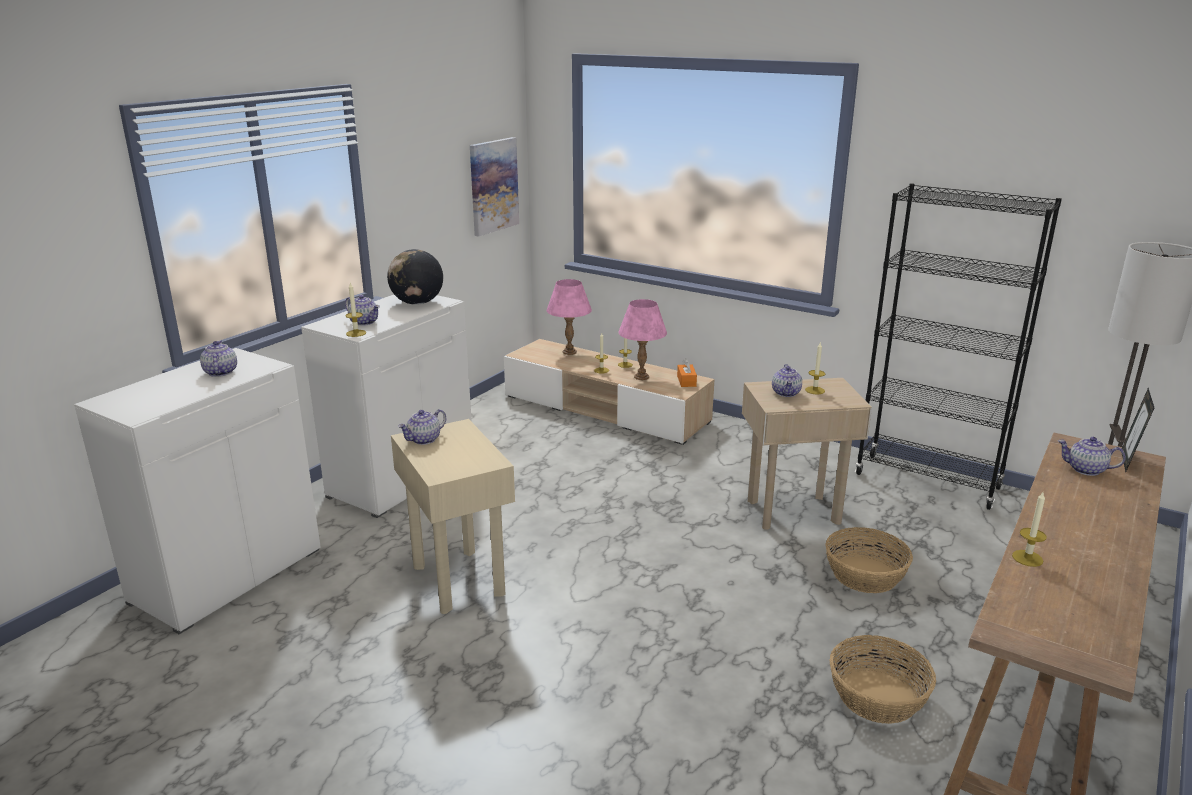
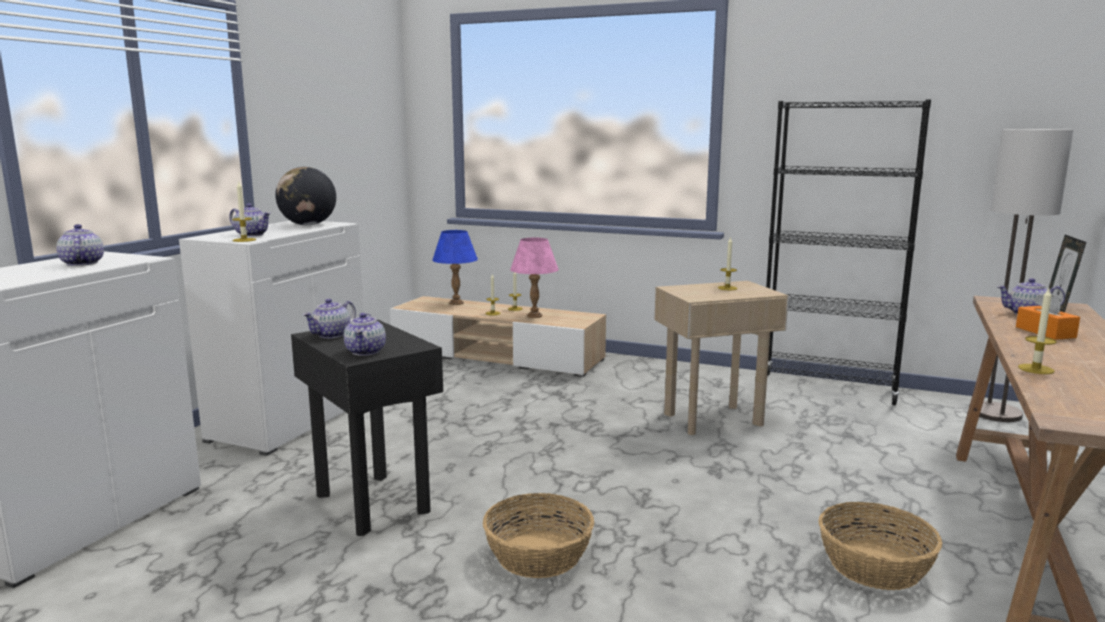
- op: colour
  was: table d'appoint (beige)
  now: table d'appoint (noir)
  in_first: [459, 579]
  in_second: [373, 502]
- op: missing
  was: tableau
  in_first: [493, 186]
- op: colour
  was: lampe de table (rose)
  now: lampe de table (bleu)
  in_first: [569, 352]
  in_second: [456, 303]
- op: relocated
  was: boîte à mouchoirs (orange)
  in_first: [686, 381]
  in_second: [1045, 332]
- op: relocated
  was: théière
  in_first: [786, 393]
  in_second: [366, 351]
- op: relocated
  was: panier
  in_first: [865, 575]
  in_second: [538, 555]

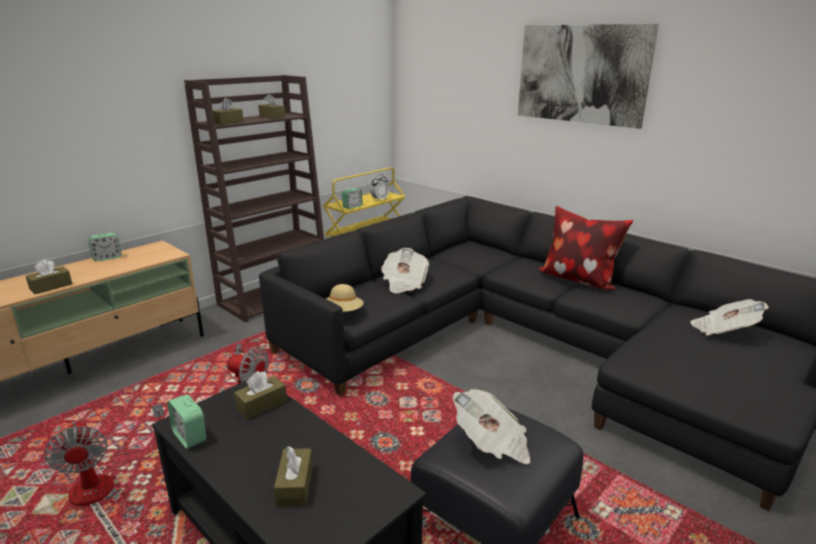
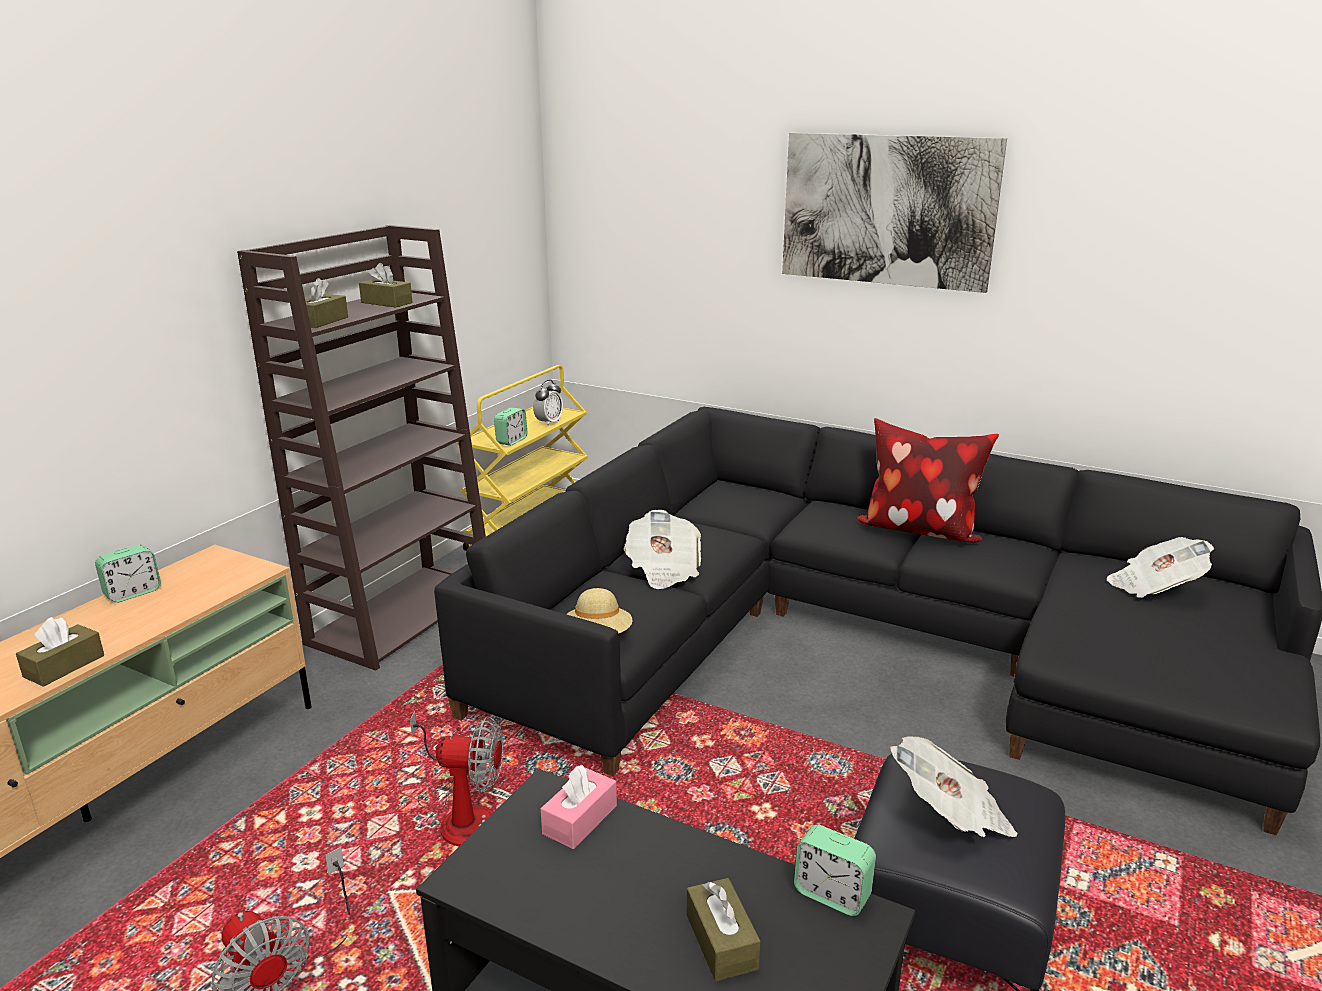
- op: relocated
  was: réveil
  in_first: [189, 436]
  in_second: [832, 894]
- op: colour
  was: boîte à mouchoirs (marron)
  now: boîte à mouchoirs (rose)
  in_first: [261, 404]
  in_second: [580, 819]

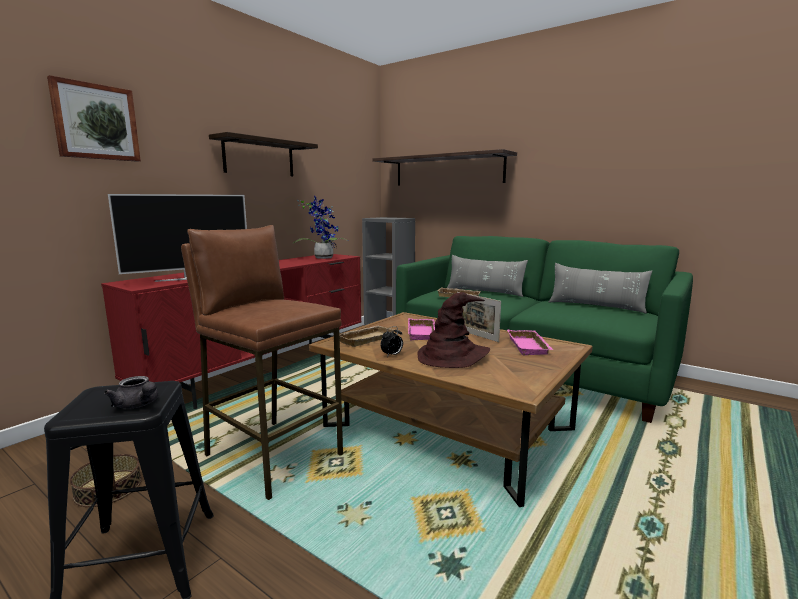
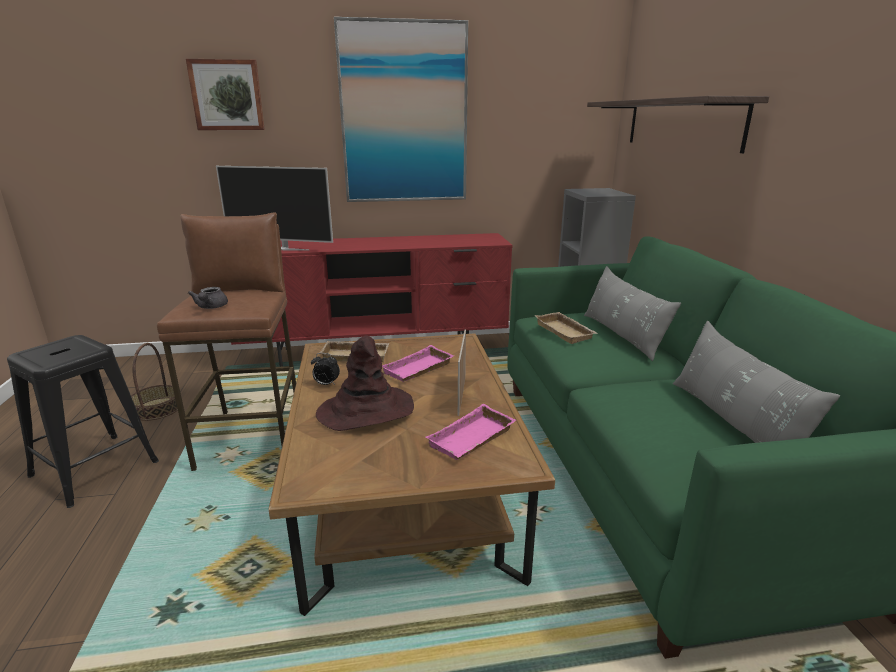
- op: relocated
  was: théière (gris)
  in_first: [138, 405]
  in_second: [211, 307]
- op: exchanged
  was: étagère
  now: tableau
  in_first: [259, 157]
  in_second: [404, 115]
- op: missing
  was: plante en pot
  in_first: [323, 257]

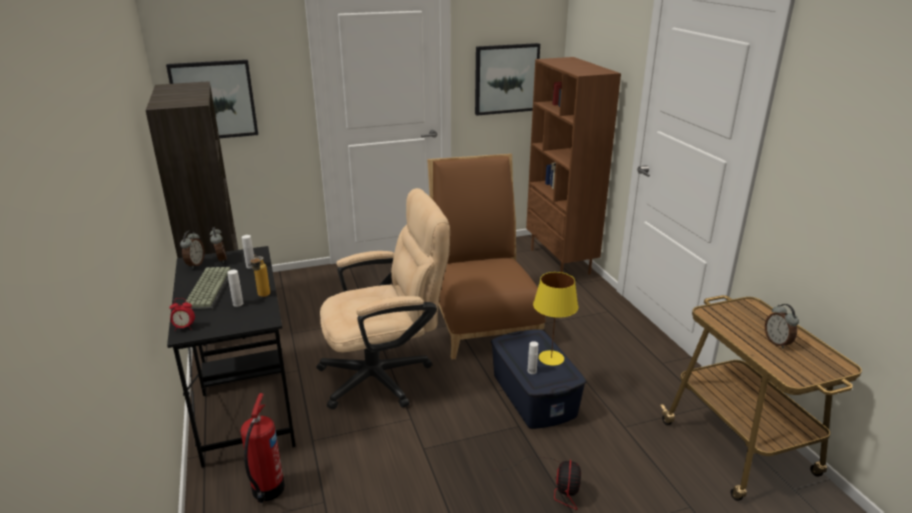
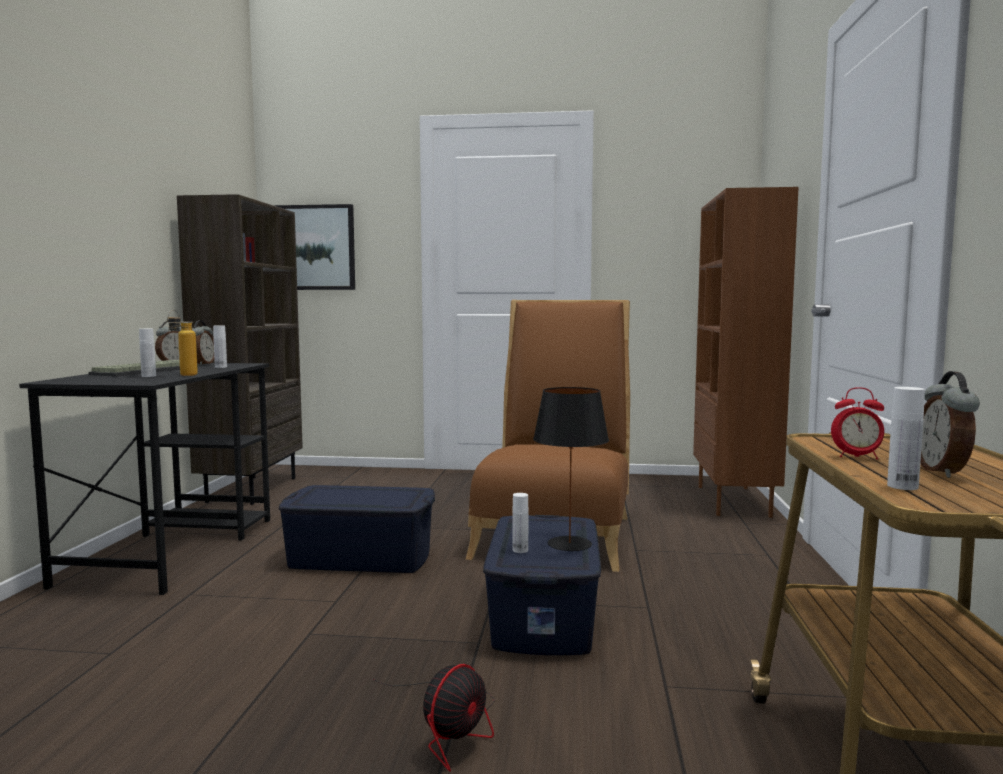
- op: relocated
  was: réveil
  in_first: [184, 327]
  in_second: [856, 457]
- op: missing
  was: extincteur
  in_first: [266, 490]
- op: exchanged
  was: chaise de bureau (beige)
  now: boîte de rangement (bleu)
  in_first: [386, 375]
  in_second: [361, 558]
- op: missing
  was: tableau
  in_first: [506, 79]
- op: colour
  was: lampe de table (jaune)
  now: lampe de table (noir)
  in_first: [551, 357]
  in_second: [569, 543]
- op: appeared
  now: bouteille (blanc)
  in_second: [902, 486]

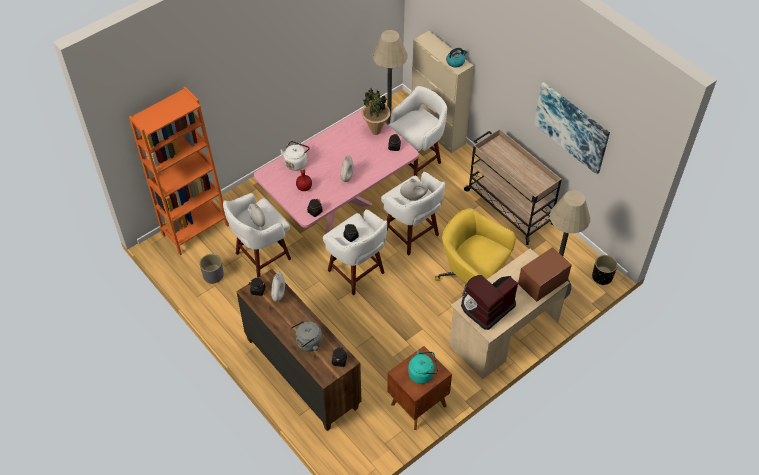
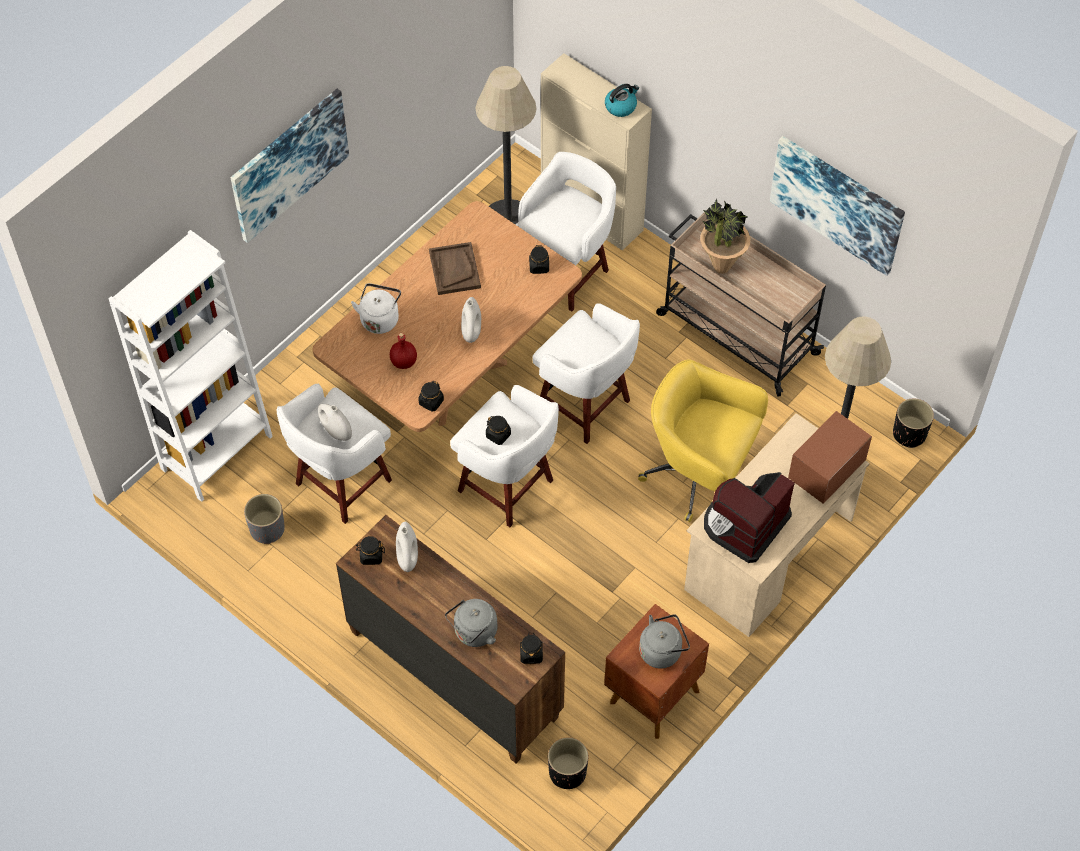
- op: colour
  was: bibliothèque (orange)
  now: bibliothèque (blanc)
  in_first: [195, 230]
  in_second: [216, 452]
- op: colour
  was: table à manger (rose)
  now: table à manger (marron)
  in_first: [338, 208]
  in_second: [452, 377]
- op: relocated
  was: plante en pot
  in_first: [375, 131]
  in_second: [721, 267]
- op: missing
  was: vase (blanc)
  in_first: [413, 197]
- op: colour
  was: bouilloire (turquoise)
  now: bouilloire (gris)
  in_first: [422, 373]
  in_second: [662, 650]
- op: appeared
  now: tableau
  in_second: [289, 164]
- op: appeared
  now: plateau (marron)
  in_second: [454, 269]
- op: appeared
  now: cache-pot (noir)
  in_second: [567, 772]

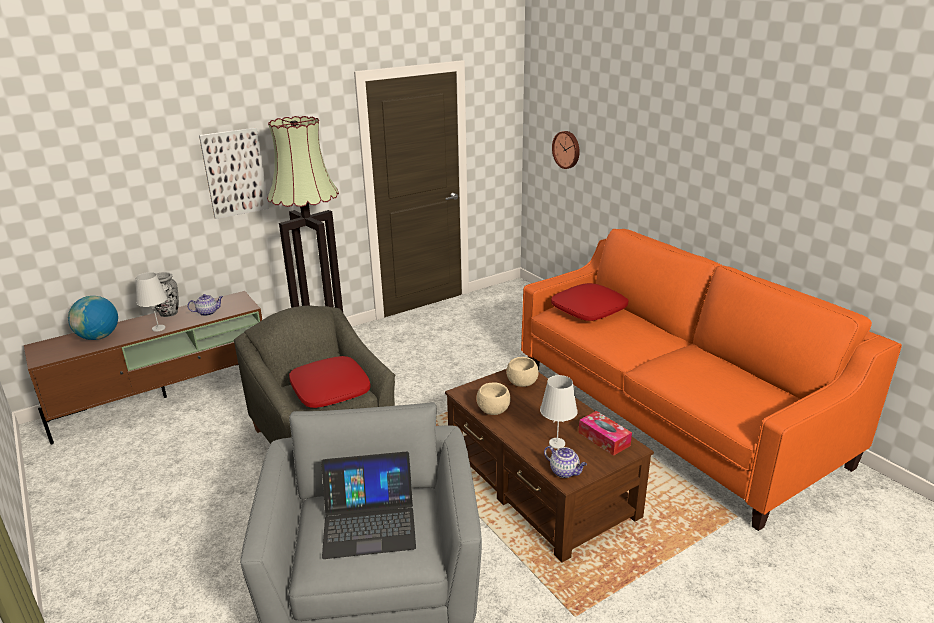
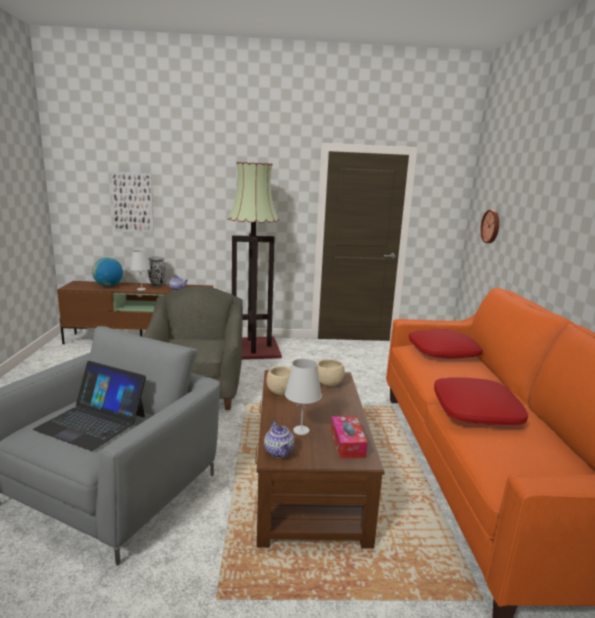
- op: relocated
  was: tableau
  in_first: [235, 173]
  in_second: [133, 202]
- op: relocated
  was: coussin (rouge)
  in_first: [331, 390]
  in_second: [476, 411]

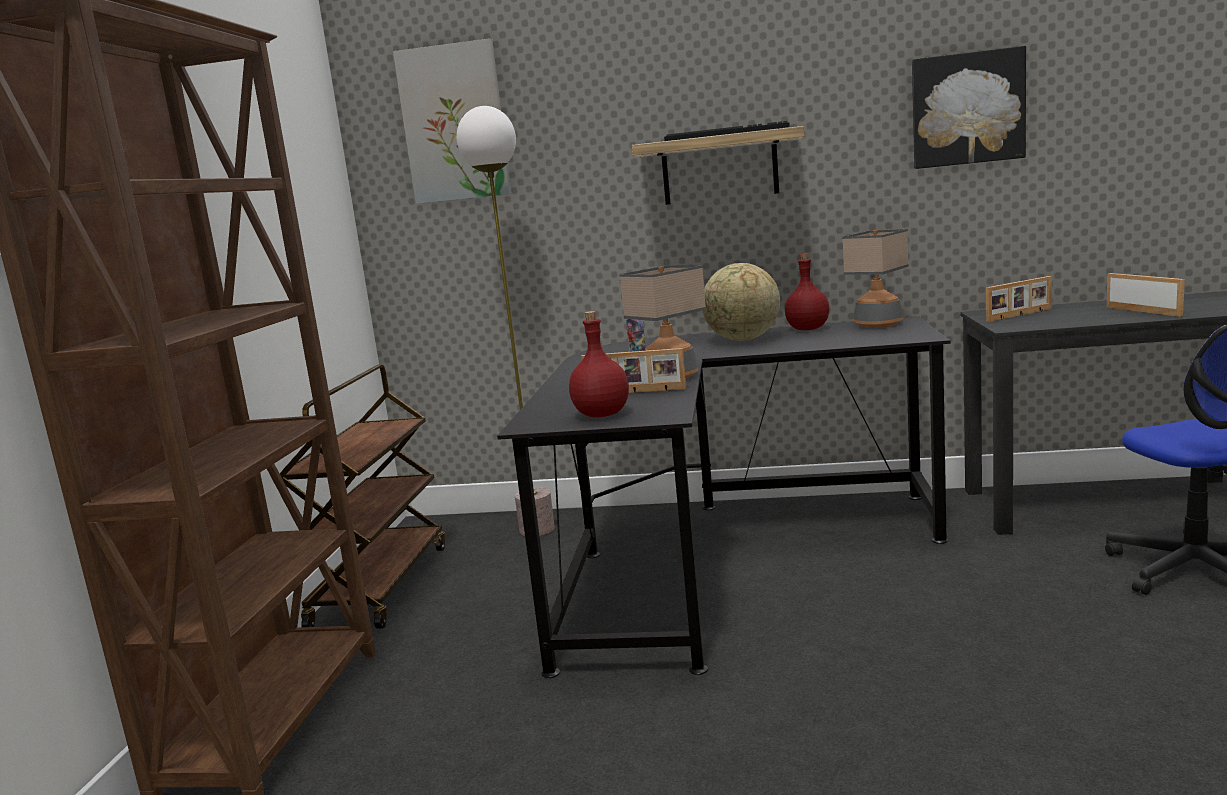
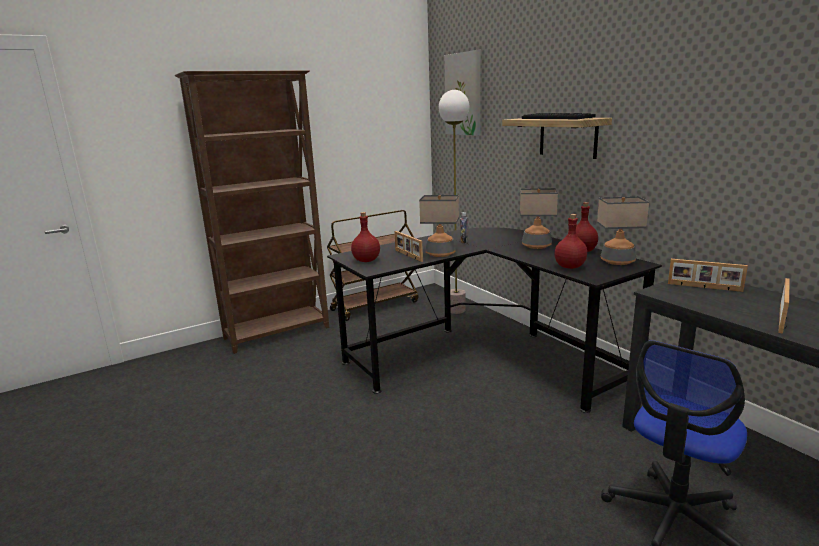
- op: exchanged
  was: globe
  now: lampe de table
  in_first: [743, 340]
  in_second: [536, 246]
- op: missing
  was: tableau
  in_first: [967, 109]
- op: appeared
  now: bouteille (rouge)
  in_second: [570, 267]

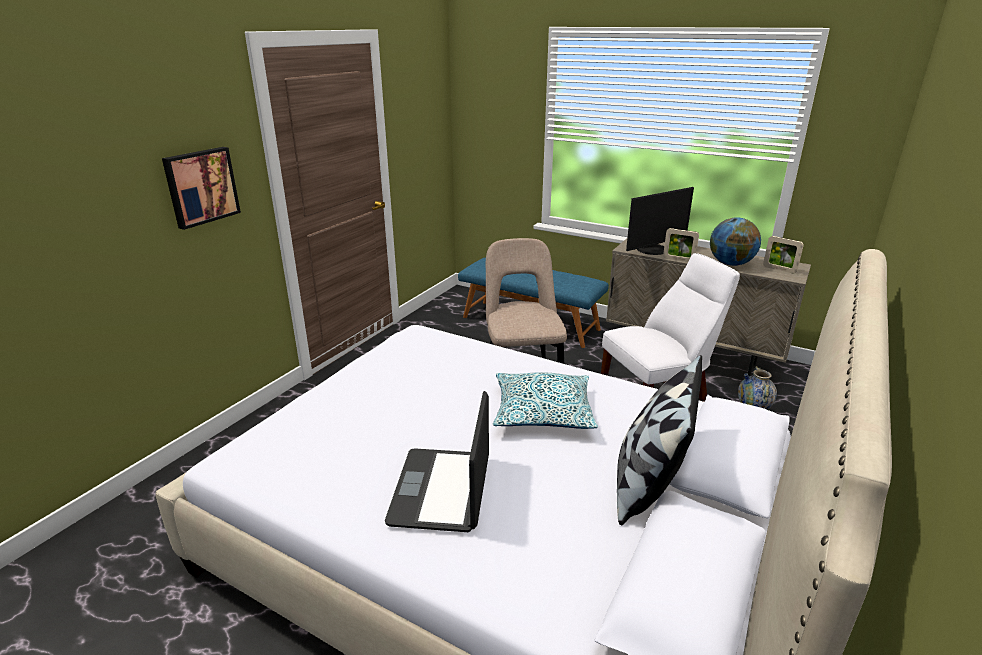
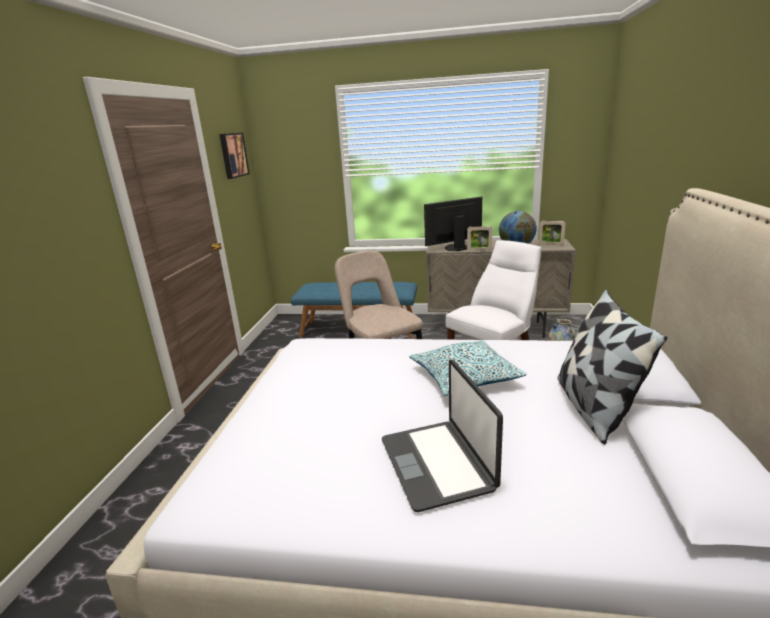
- op: relocated
  was: tableau
  in_first: [201, 186]
  in_second: [232, 155]
- op: spun
  was: écran d'ordinateur
  in_first: [653, 250]
  in_second: [455, 248]
  clockwise: -150

